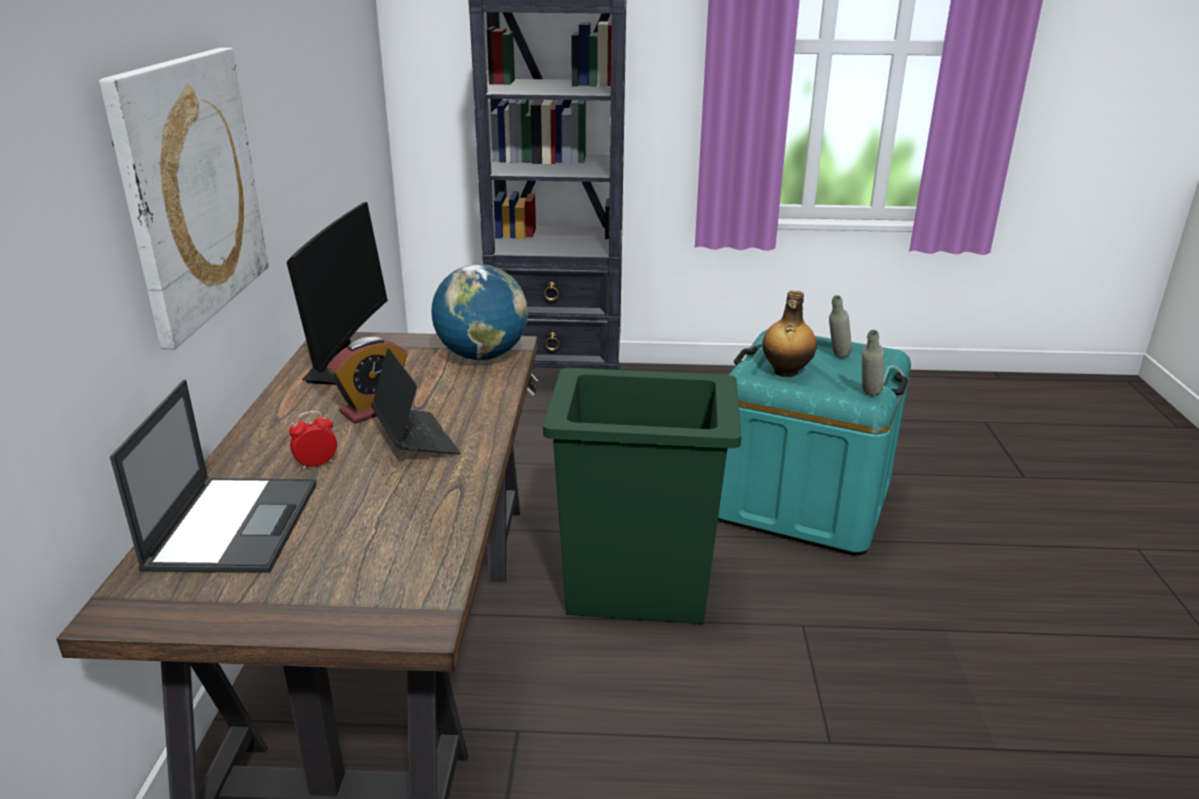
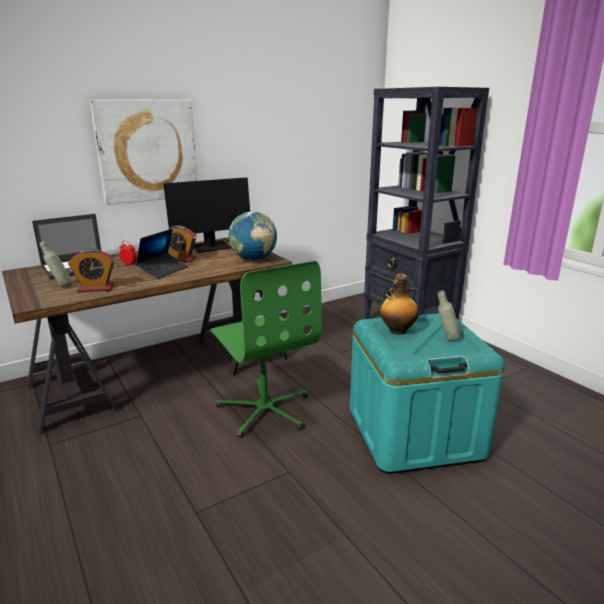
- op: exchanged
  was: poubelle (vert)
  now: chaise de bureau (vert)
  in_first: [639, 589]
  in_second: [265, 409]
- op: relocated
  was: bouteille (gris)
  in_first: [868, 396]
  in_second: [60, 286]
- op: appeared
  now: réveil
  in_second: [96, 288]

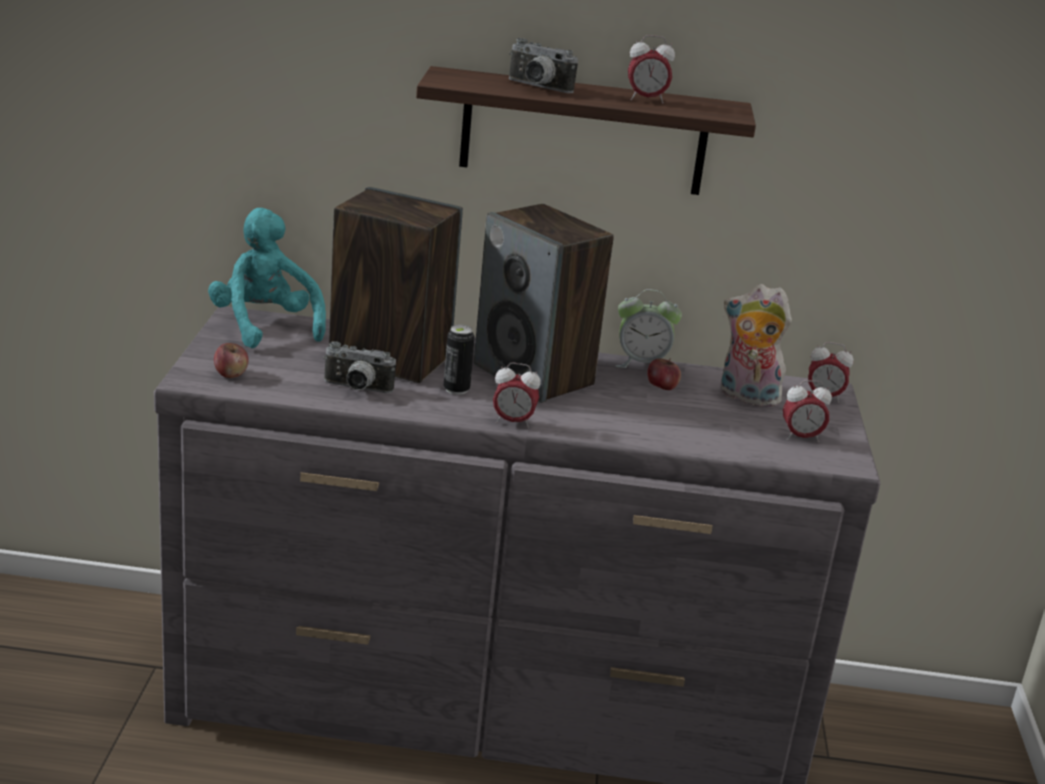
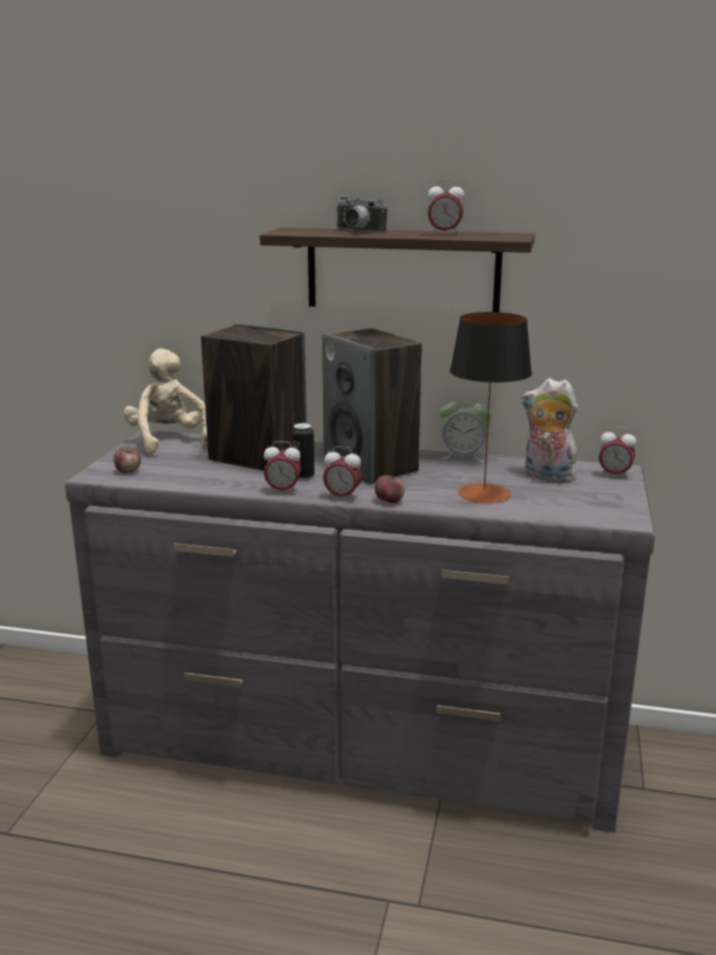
- op: colour
  was: peluche (turquoise)
  now: peluche (beige)
  in_first: [265, 326]
  in_second: [169, 441]
- op: missing
  was: appareil photo
  in_first: [356, 389]
- op: relocated
  was: pomme
  in_first: [662, 387]
  in_second: [389, 501]
- op: relocated
  was: réveil
  in_first: [801, 438]
  in_second: [283, 491]
- op: appeared
  now: lampe de table
  in_second: [484, 494]

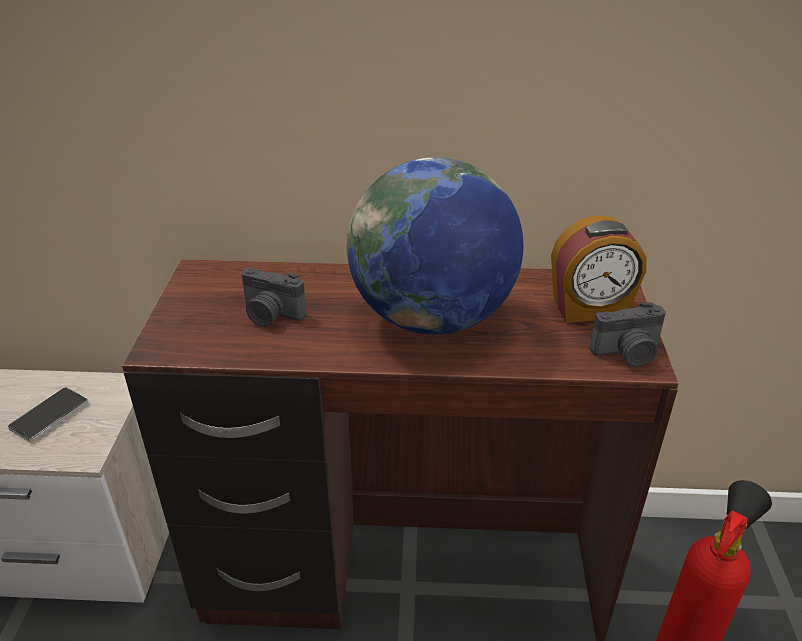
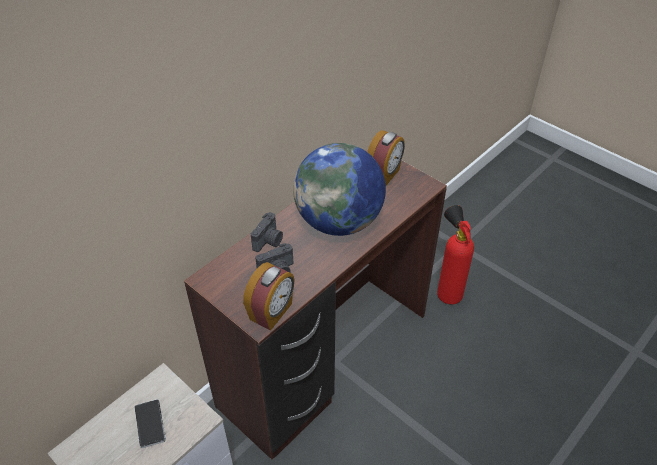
- op: relocated
  was: appareil photo
  in_first: [628, 353]
  in_second: [269, 241]
- op: appeared
  now: réveil
  in_second: [272, 312]

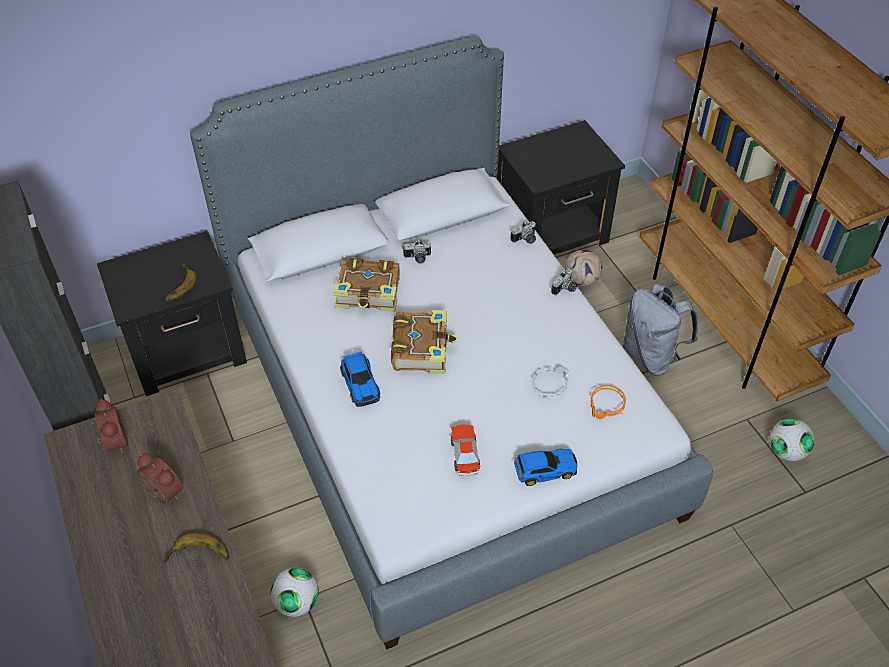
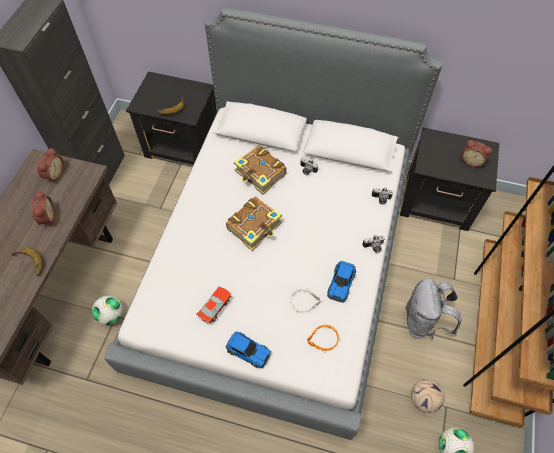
- op: relocated
  was: petite voiture
  in_first: [360, 383]
  in_second: [341, 283]
- op: relocated
  was: ballon de foot
  in_first: [582, 280]
  in_second: [424, 399]
- op: appeared
  now: réveil
  in_second: [472, 160]

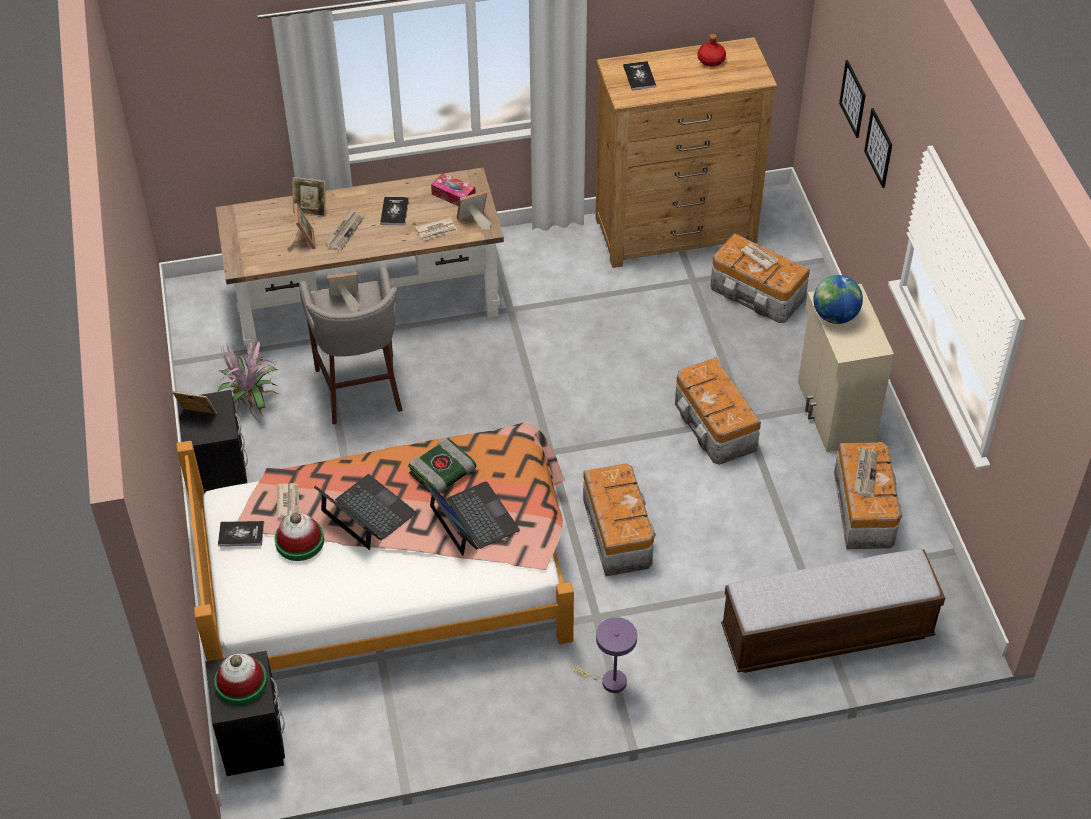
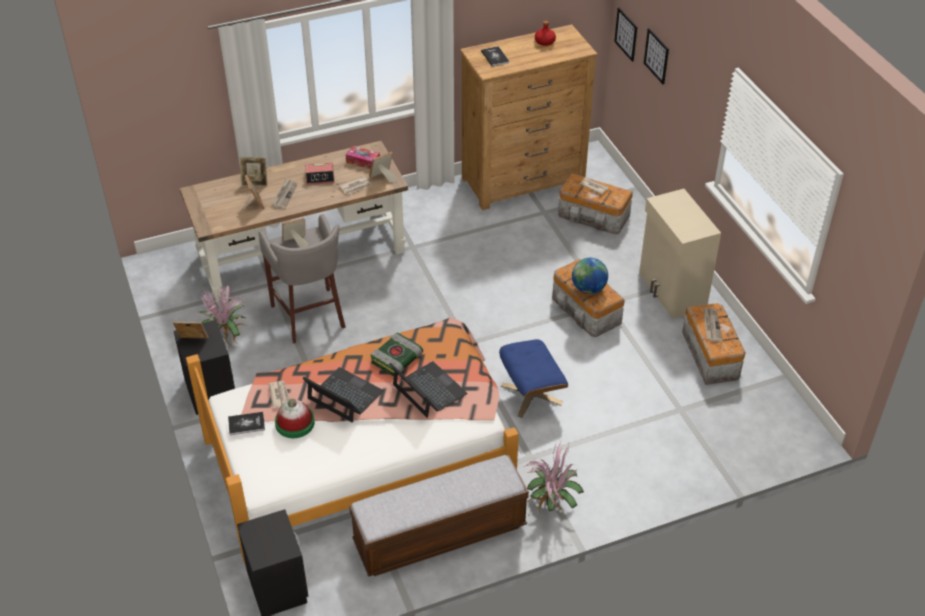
- op: missing
  was: chapeau
  in_first: [241, 682]
- op: exchanged
  was: livre
  now: réveil
  in_first: [394, 212]
  in_second: [320, 177]
- op: exchanged
  was: lampe de table (violet)
  now: plante en pot
  in_first: [609, 681]
  in_second: [551, 503]
- op: exchanged
  was: boîte de rangement
  now: pouf (bleu)
  in_first: [617, 532]
  in_second: [531, 394]
- op: relocated
  was: banc
  in_first: [826, 633]
  in_second: [439, 535]
- op: relocated
  was: globe
  in_first: [835, 316]
  in_second: [588, 289]
- op: relocated
  was: tableau
  in_first: [879, 147]
  in_second: [626, 34]

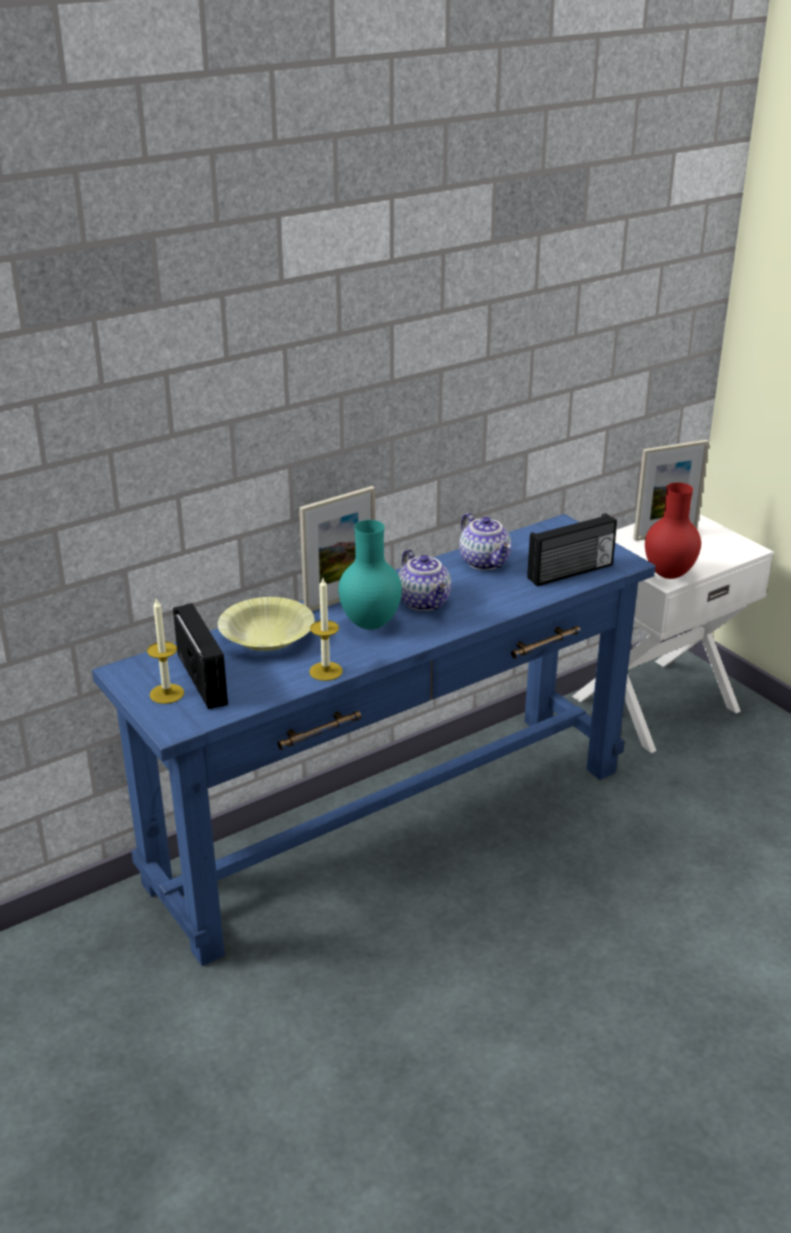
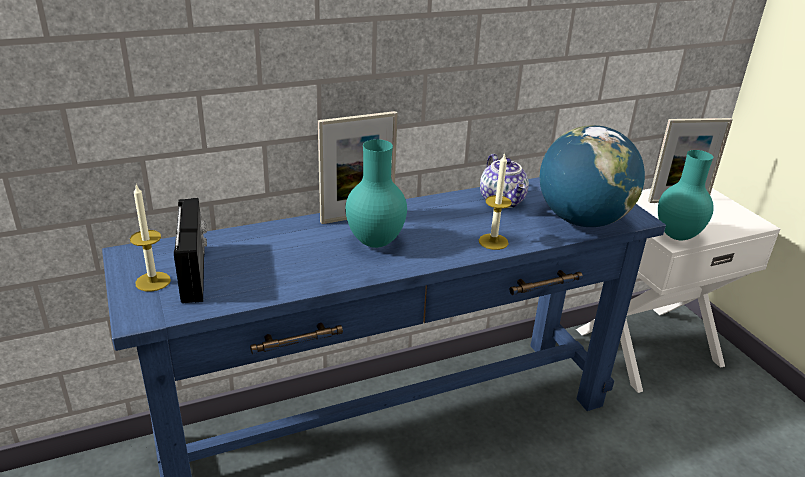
- op: missing
  was: bol (jaune)
  in_first: [266, 636]
- op: relocated
  was: bougie
  in_first: [326, 671]
  in_second: [493, 241]
- op: missing
  was: théière
  in_first: [425, 602]
- op: exchanged
  was: radio
  now: globe
  in_first: [571, 572]
  in_second: [582, 220]
- op: colour
  was: vase (rouge)
  now: vase (turquoise)
  in_first: [668, 574]
  in_second: [677, 236]

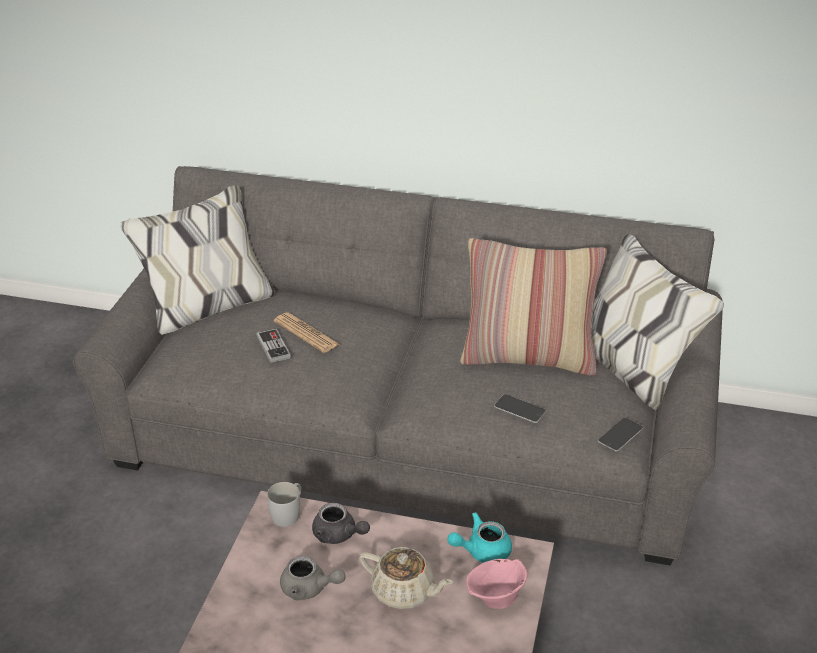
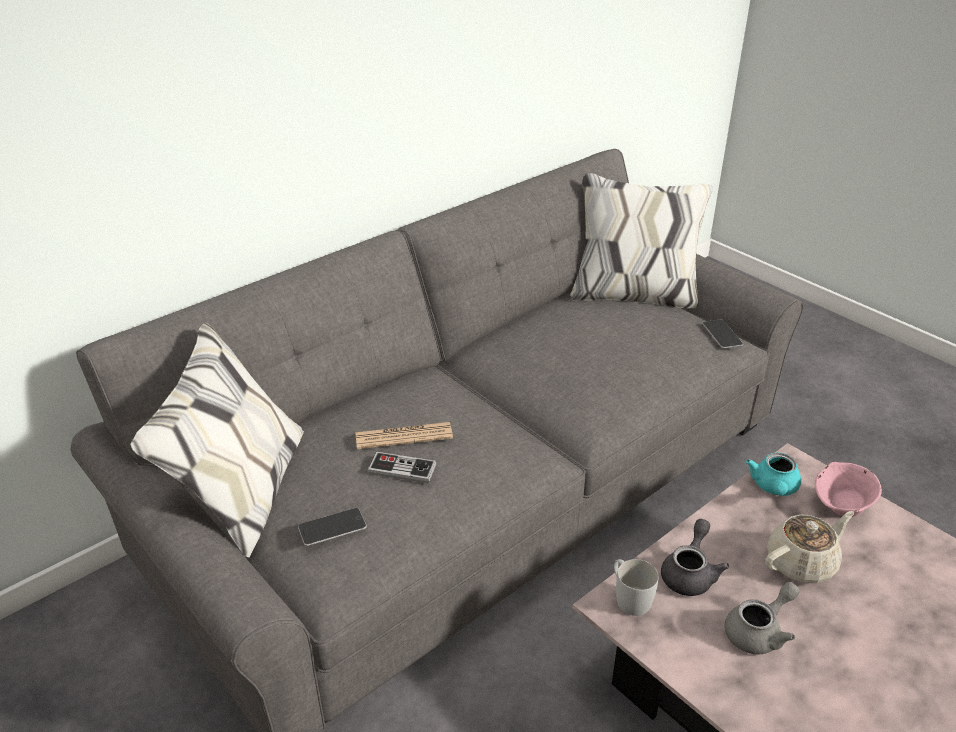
- op: spun
  was: théière (gris)
  in_first: [338, 535]
  in_second: [690, 573]
  clockwise: -45
- op: missing
  was: coussin
  in_first: [528, 358]
- op: relocated
  was: téléphone
  in_first: [520, 409]
  in_second: [332, 527]

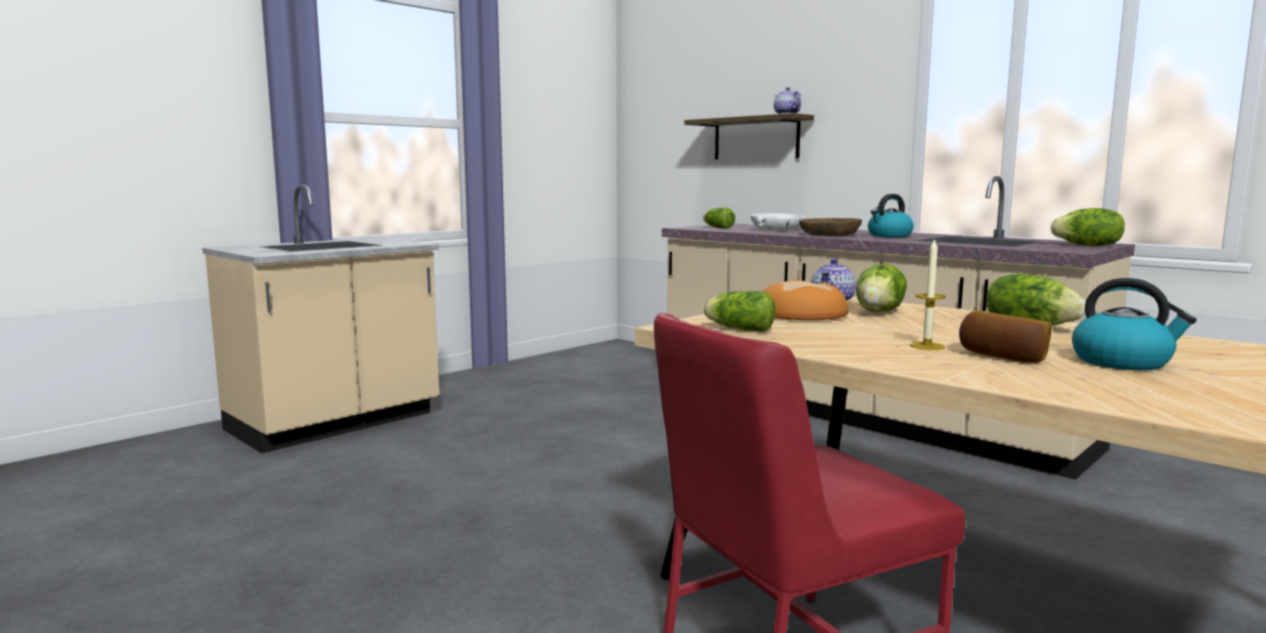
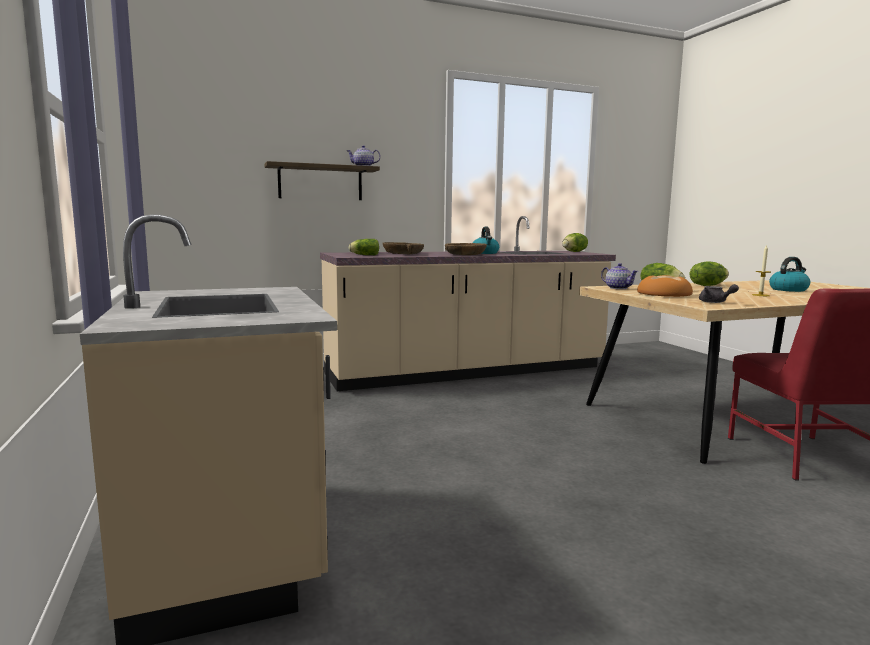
- op: exchanged
  was: laitue
  now: théière (gris)
  in_first: [738, 329]
  in_second: [715, 302]
- op: colour
  was: bol (blanc)
  now: bol (marron)
  in_first: [777, 229]
  in_second: [403, 254]
- op: missing
  was: pain
  in_first: [1003, 357]

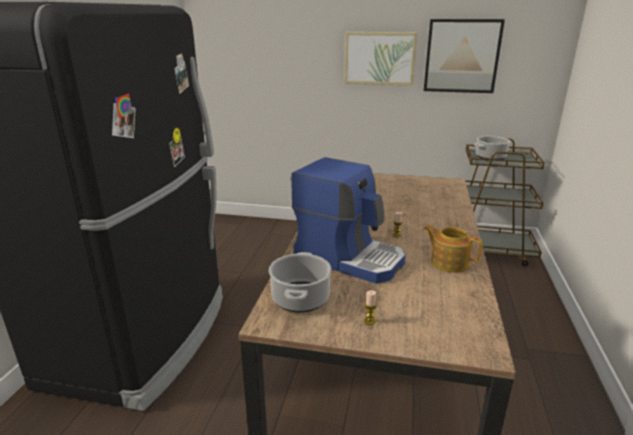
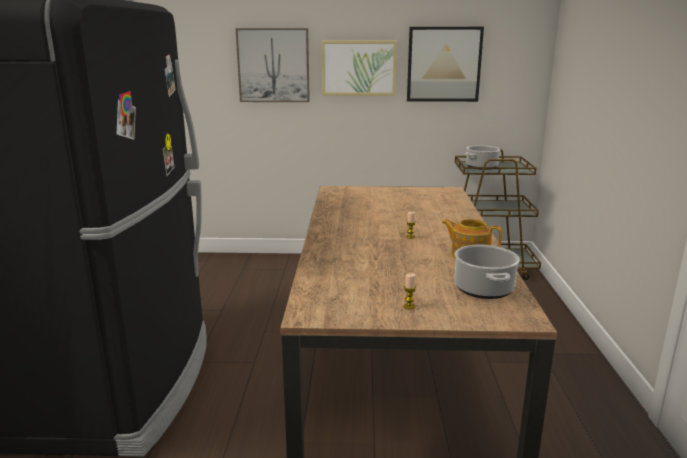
- op: relocated
  was: marmite
  in_first: [300, 298]
  in_second: [483, 288]
- op: missing
  was: machine à café
  in_first: [349, 257]
- op: appeared
  now: tableau
  in_second: [273, 65]

